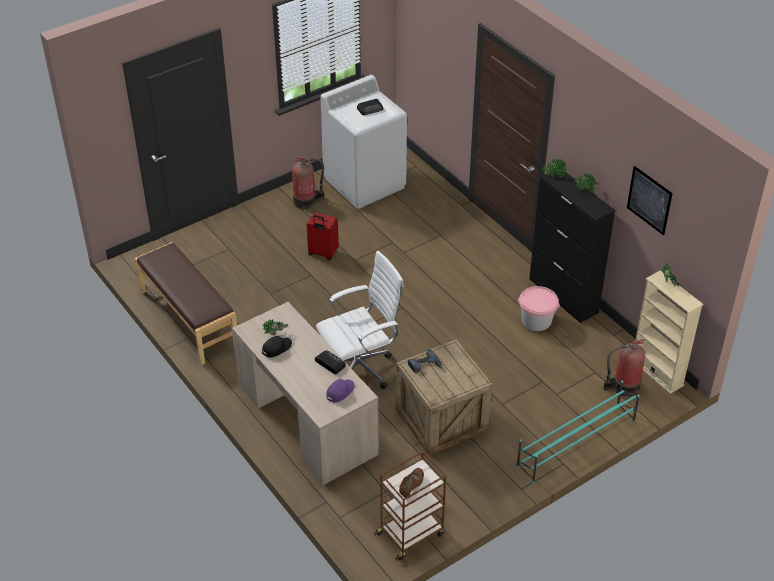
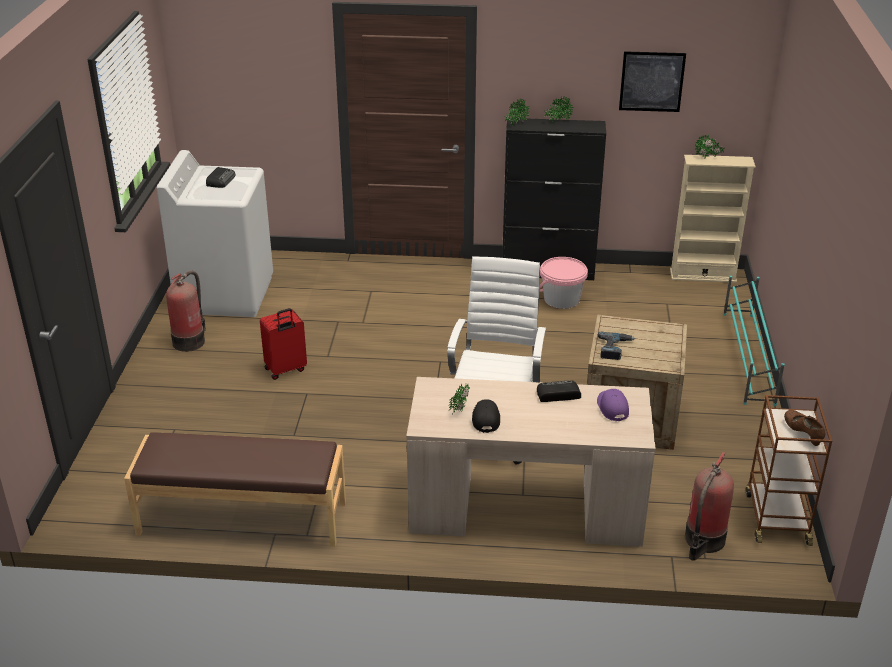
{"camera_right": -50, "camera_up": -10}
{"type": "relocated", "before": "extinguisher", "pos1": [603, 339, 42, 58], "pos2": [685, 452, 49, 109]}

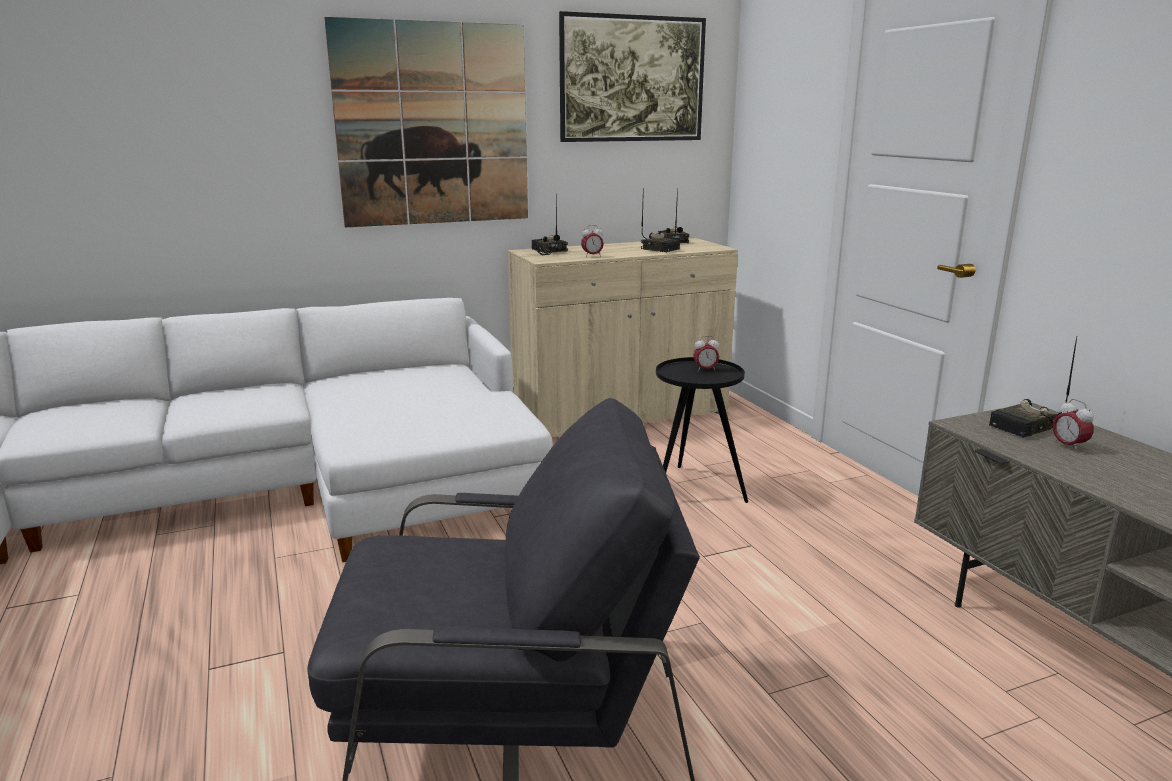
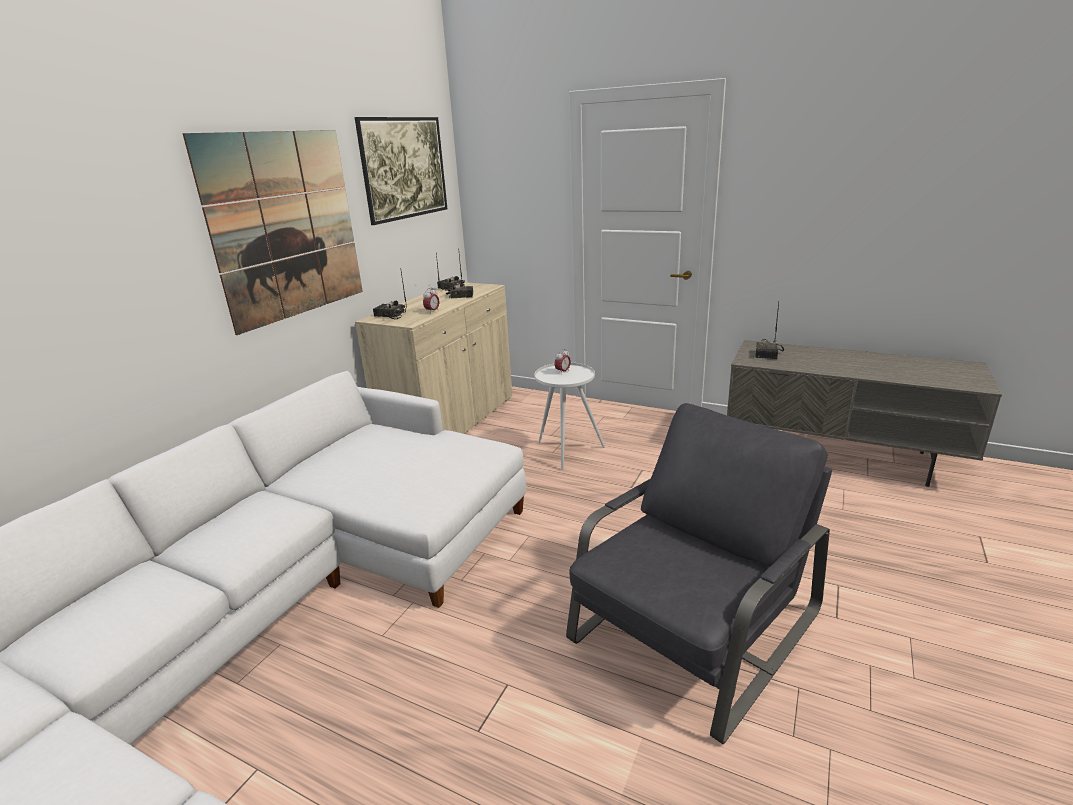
{"camera_right": -40, "camera_up": 5}
{"type": "colour", "before": "side table in black", "after": "side table in white", "pos1": [656, 357, 92, 146], "pos2": [534, 363, 71, 107]}
{"type": "missing", "before": "table clock", "pos1": [1053, 399, 41, 53]}

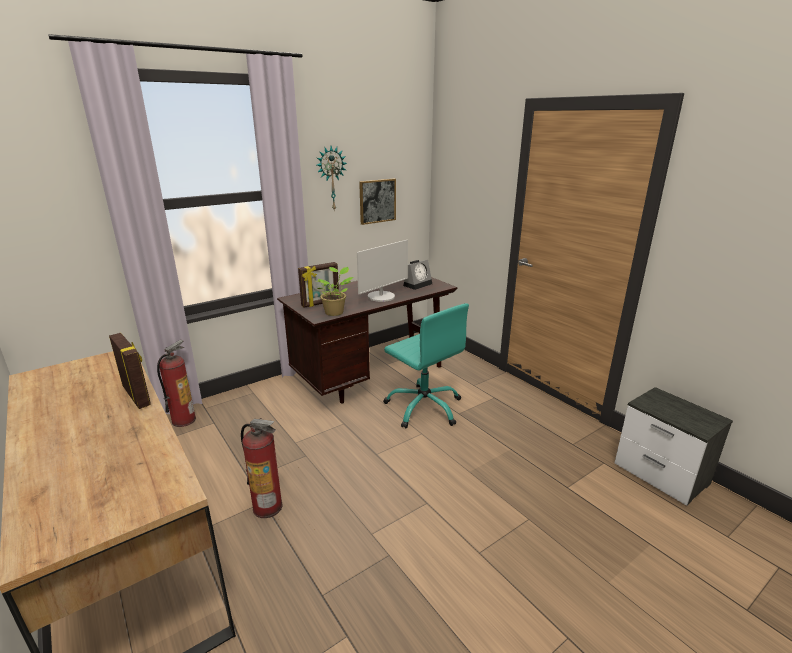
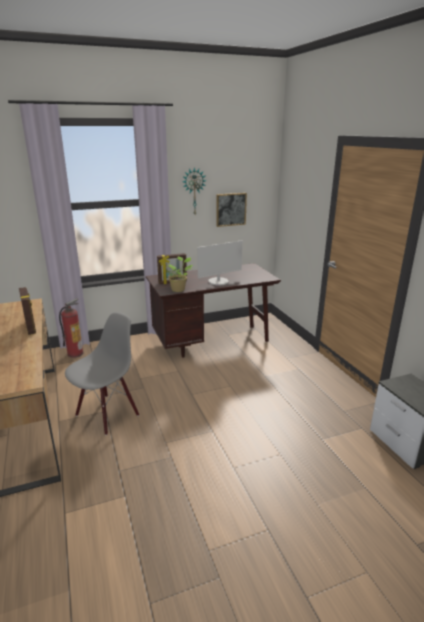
{"camera_right": 15, "camera_up": 0}
{"type": "exchanged", "before": "extinguisher", "after": "upright chair in greyish", "pos1": [241, 418, 41, 100], "pos2": [65, 312, 74, 123]}
{"type": "missing", "before": "desk chair in blue-green", "pos1": [383, 303, 86, 125]}
{"type": "missing", "before": "table clock", "pos1": [403, 260, 29, 30]}

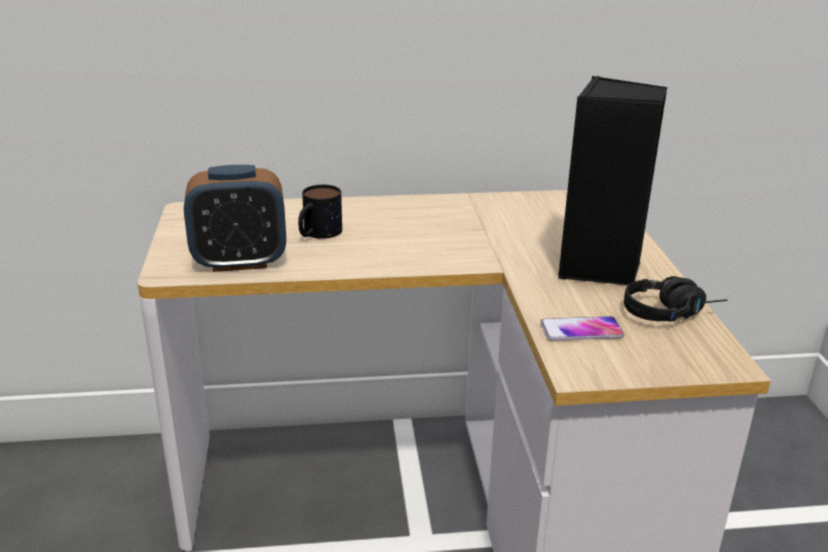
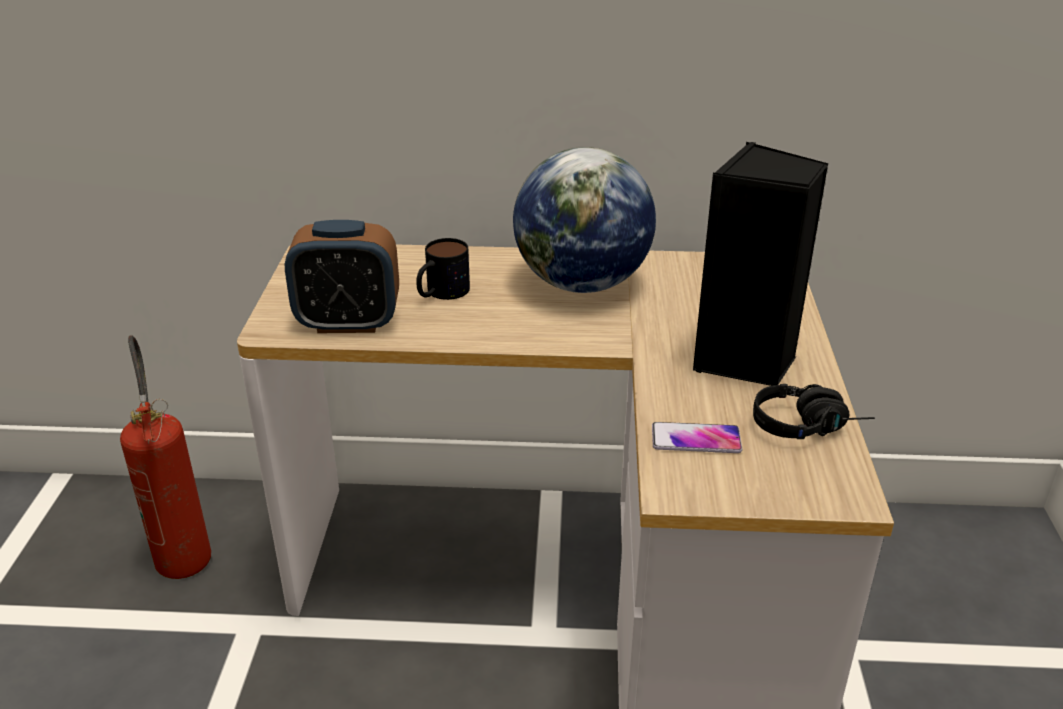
{"camera_right": 10, "camera_up": 5}
{"type": "appeared", "after": "extinguisher", "pos2": [120, 336, 91, 243]}
{"type": "appeared", "after": "desk globe", "pos2": [513, 147, 143, 146]}

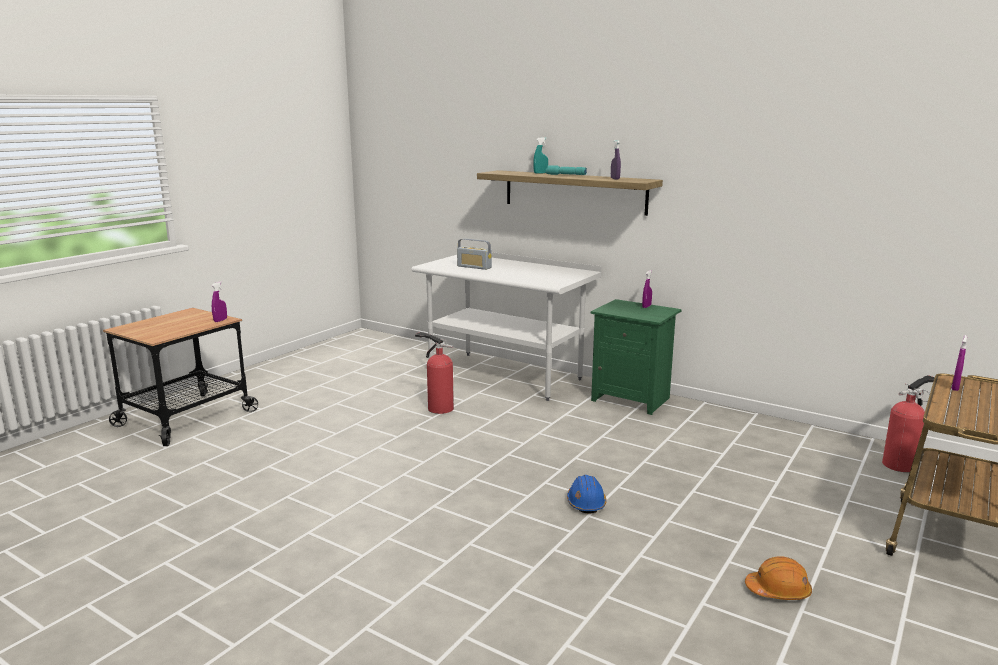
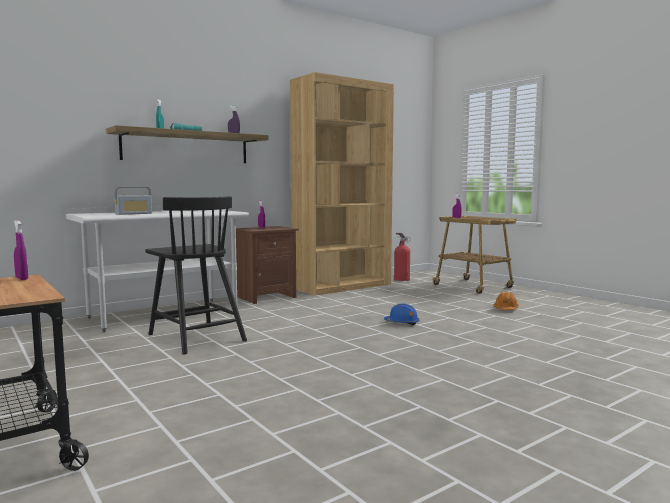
{"camera_right": -70, "camera_up": -10}
{"type": "exchanged", "before": "extinguisher", "after": "upright chair in black", "pos1": [415, 332, 39, 82], "pos2": [145, 196, 102, 158]}
{"type": "colour", "before": "bedside table in greenish", "after": "bedside table in brown", "pos1": [591, 299, 91, 116], "pos2": [236, 226, 63, 78]}
{"type": "appeared", "after": "bookcase in brown", "pos2": [290, 72, 104, 224]}

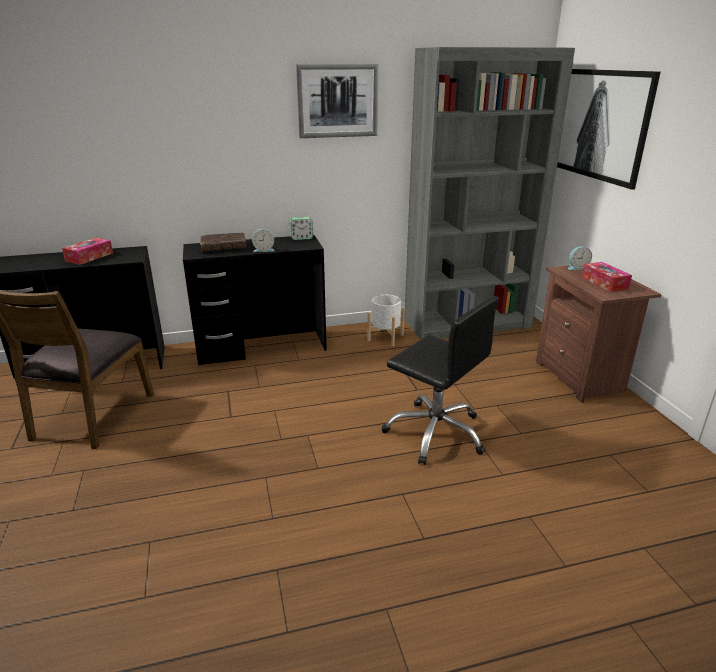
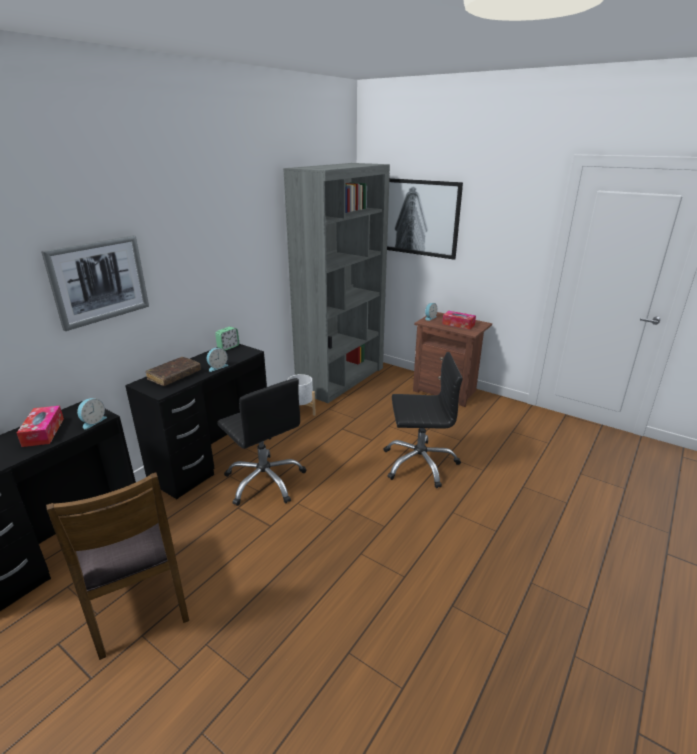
{"camera_right": -40, "camera_up": 0}
{"type": "relocated", "before": "wall picture", "pos1": [296, 64, 82, 74], "pos2": [41, 235, 108, 96]}
{"type": "appeared", "after": "table clock", "pos2": [77, 398, 30, 31]}
{"type": "appeared", "after": "desk chair in black", "pos2": [217, 378, 89, 128]}

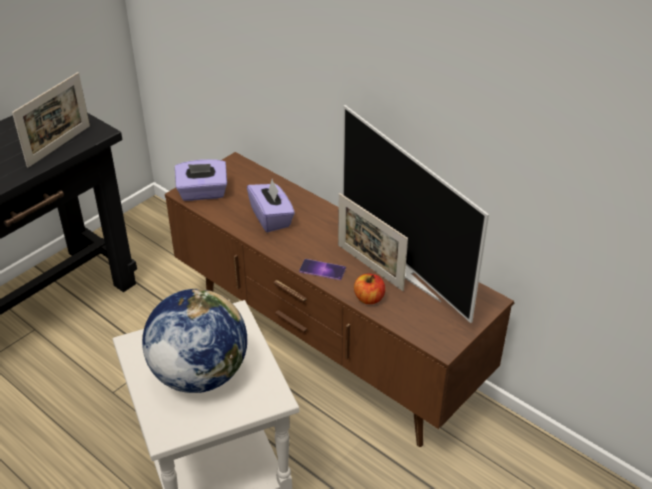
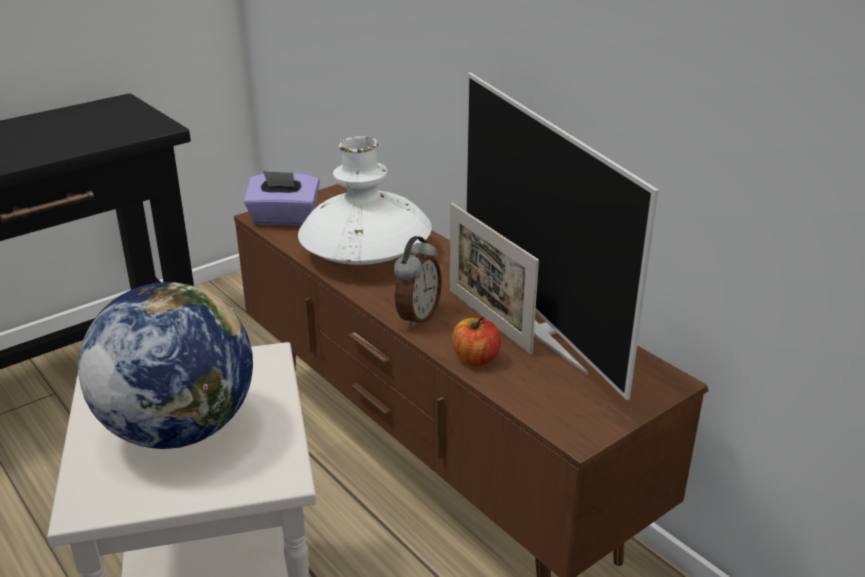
{"camera_right": 10, "camera_up": -10}
{"type": "exchanged", "before": "tissue holder in purple-coloured", "after": "decorative vase in white", "pos1": [247, 179, 48, 53], "pos2": [298, 136, 134, 129]}
{"type": "exchanged", "before": "handset", "after": "table clock", "pos1": [299, 259, 47, 21], "pos2": [394, 236, 48, 92]}
{"type": "missing", "before": "picture frame", "pos1": [12, 72, 78, 96]}

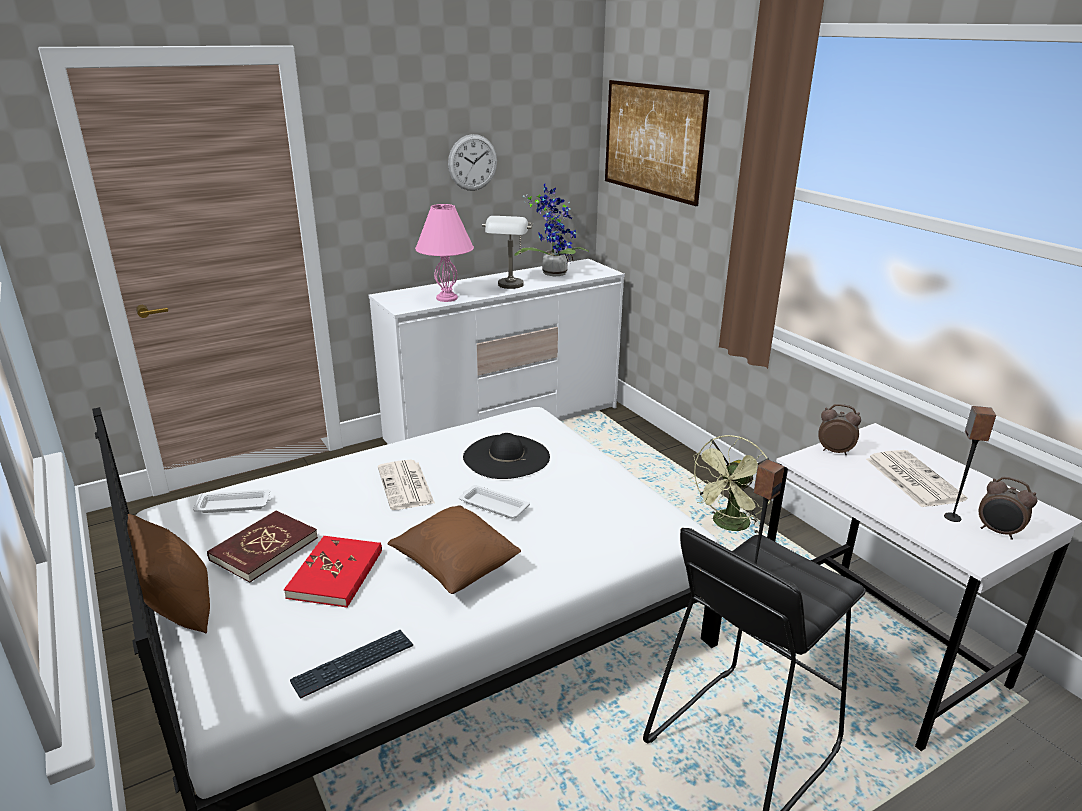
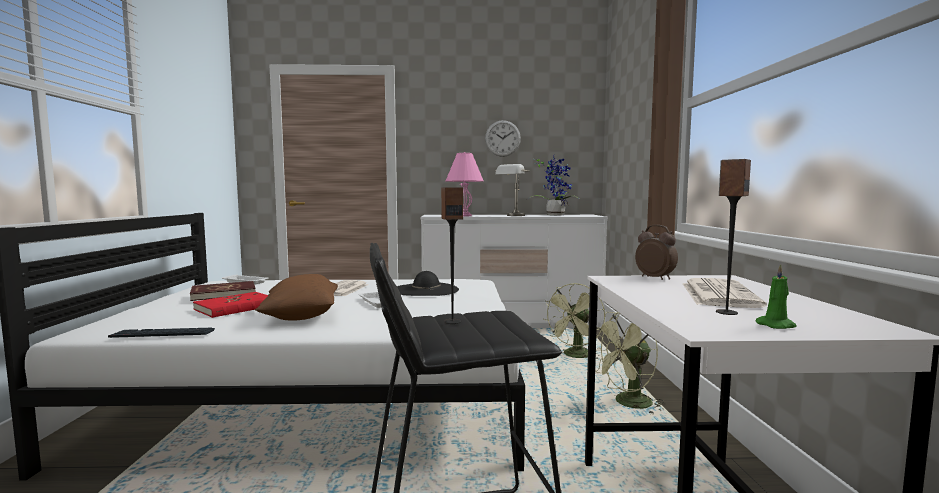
{"camera_right": 30, "camera_up": -20}
{"type": "appeared", "after": "cooling fan in greenish", "pos2": [543, 283, 62, 76]}
{"type": "exchanged", "before": "table clock", "after": "candle in greenish", "pos1": [979, 477, 58, 63], "pos2": [755, 264, 42, 65]}
{"type": "missing", "before": "cushion in brown", "pos1": [127, 514, 83, 120]}
{"type": "missing", "before": "wall picture", "pos1": [605, 80, 104, 126]}

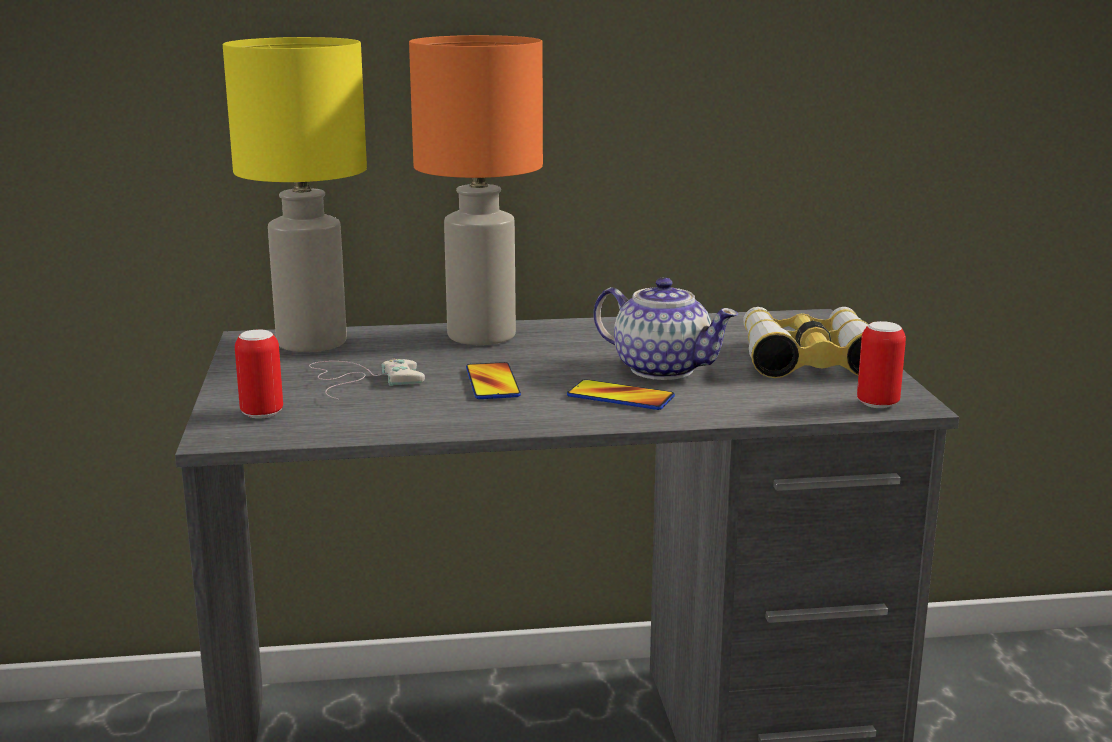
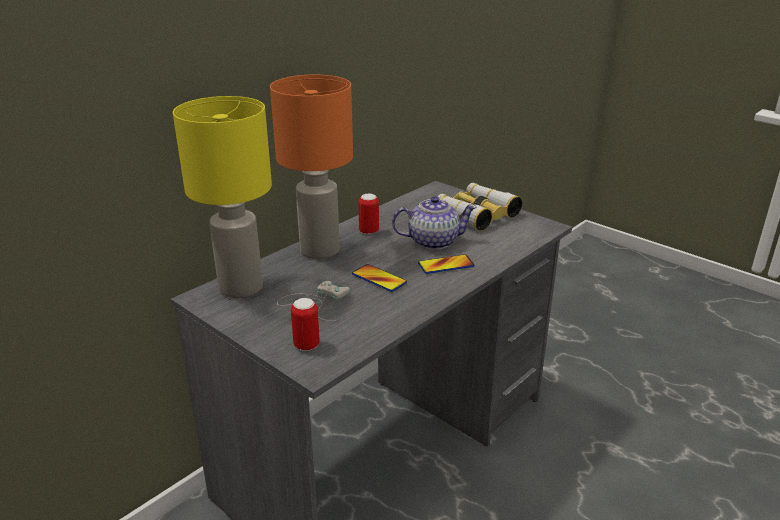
{"camera_right": -40, "camera_up": 10}
{"type": "relocated", "before": "metal can", "pos1": [857, 321, 49, 87], "pos2": [358, 194, 21, 41]}

